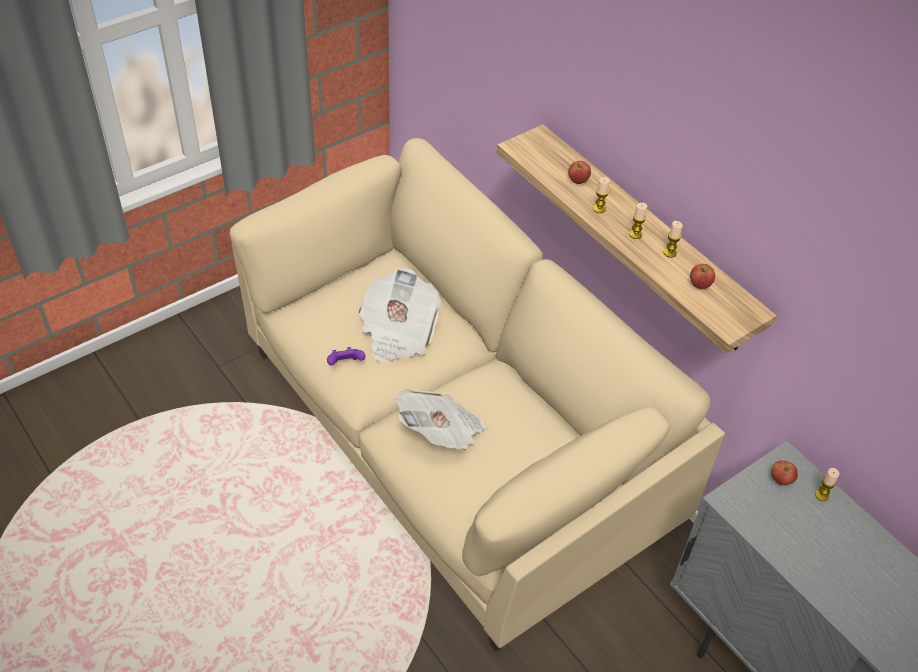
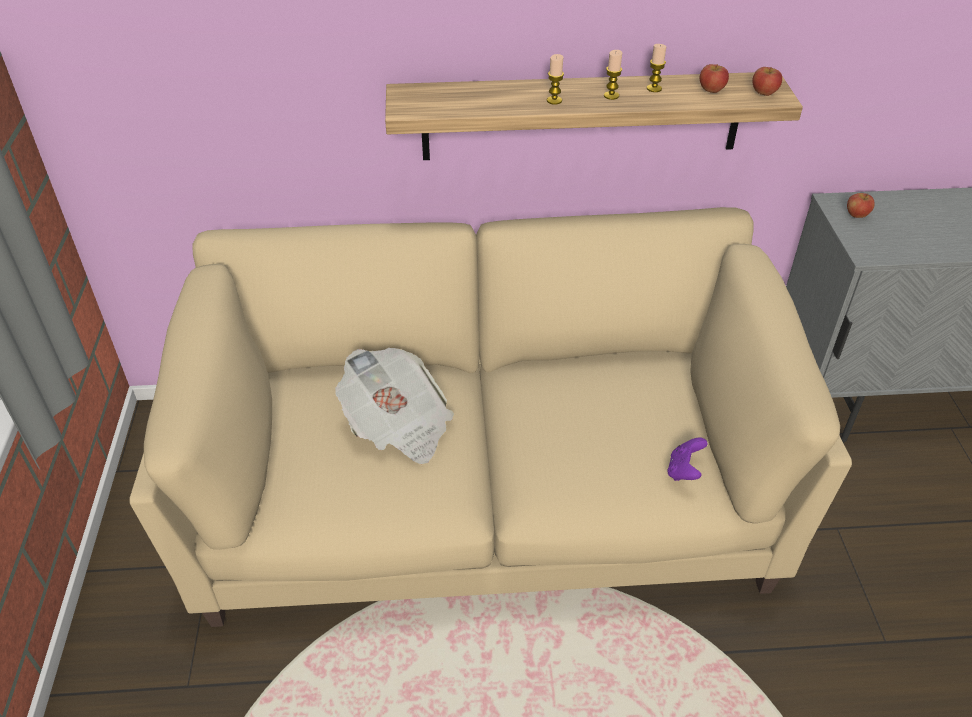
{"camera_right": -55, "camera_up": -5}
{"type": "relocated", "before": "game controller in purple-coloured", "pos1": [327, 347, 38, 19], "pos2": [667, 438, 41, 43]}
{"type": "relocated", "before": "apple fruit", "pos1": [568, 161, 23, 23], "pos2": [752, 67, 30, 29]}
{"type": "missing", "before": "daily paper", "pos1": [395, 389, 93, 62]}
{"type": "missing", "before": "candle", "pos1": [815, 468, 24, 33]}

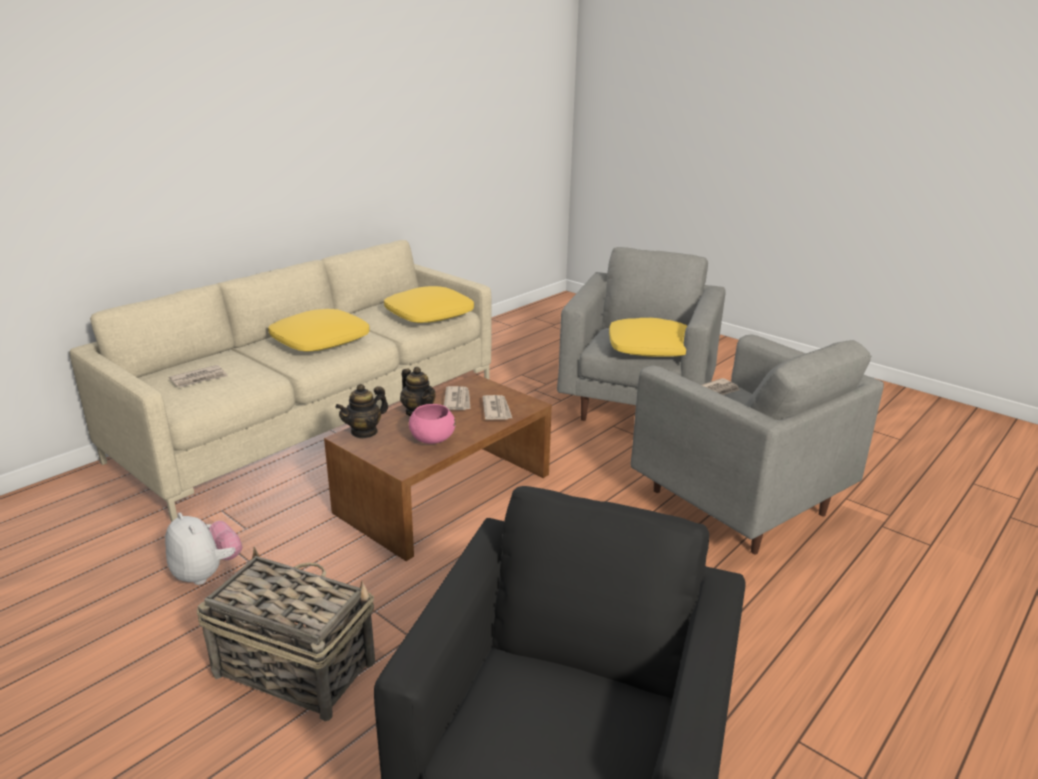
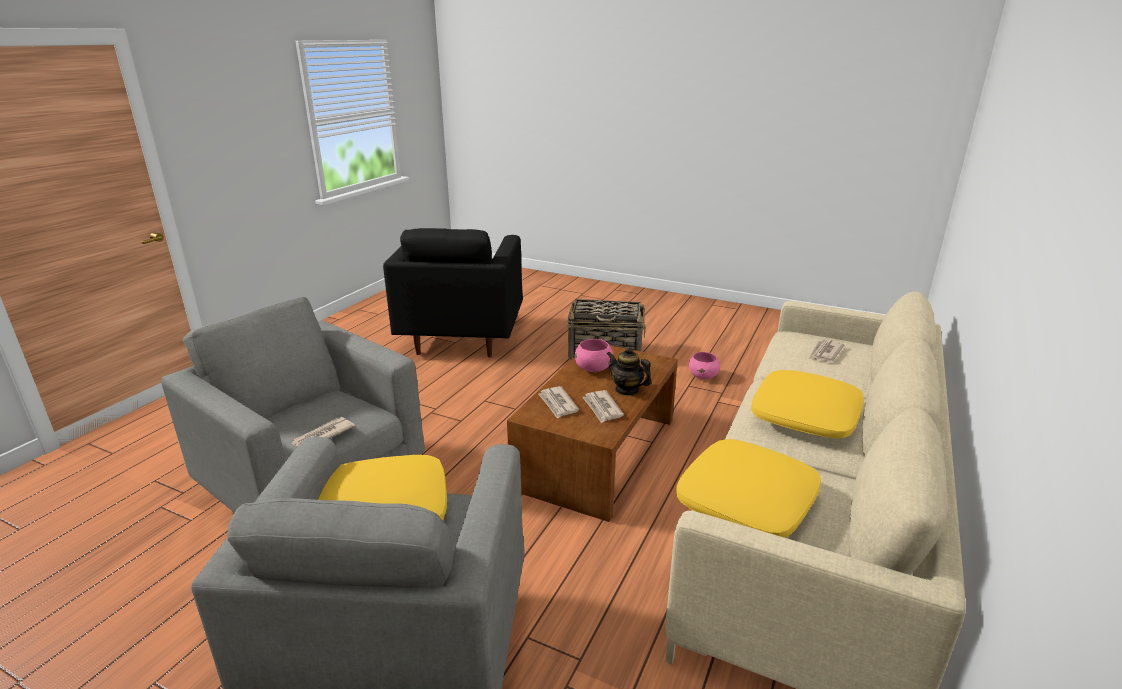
{"camera_right": 165, "camera_up": 0}
{"type": "exchanged", "before": "plush toy", "after": "deep dish in pink", "pos1": [165, 513, 77, 72], "pos2": [689, 352, 31, 27]}
{"type": "missing", "before": "tea pot", "pos1": [336, 384, 52, 55]}

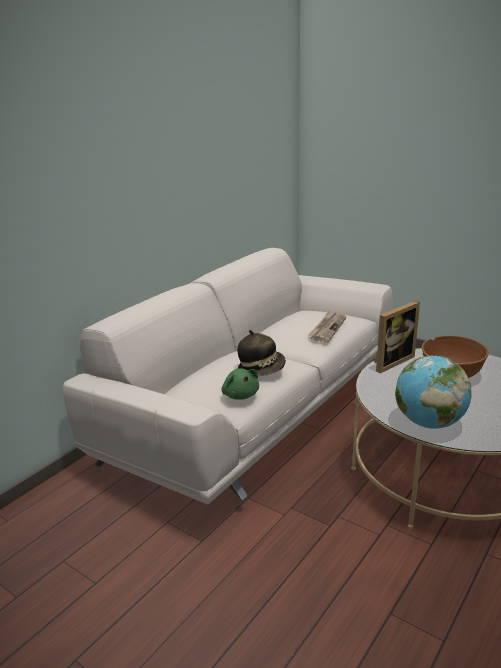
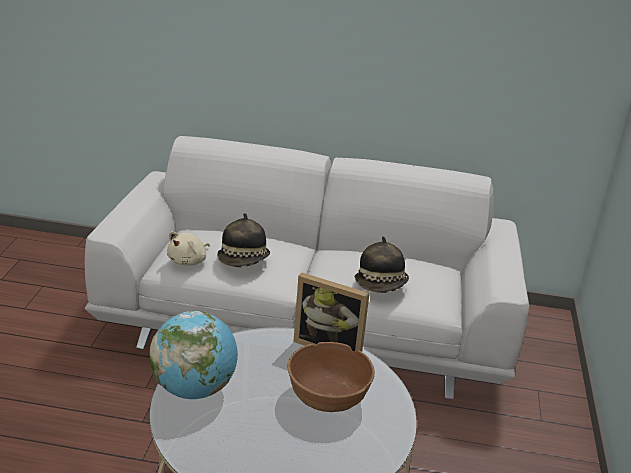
{"camera_right": 60, "camera_up": 5}
{"type": "colour", "before": "plush toy in greenish", "after": "plush toy in beige-coloured", "pos1": [222, 368, 37, 32], "pos2": [167, 231, 43, 35]}
{"type": "exchanged", "before": "daily paper", "after": "hat", "pos1": [308, 310, 38, 32], "pos2": [354, 237, 55, 56]}

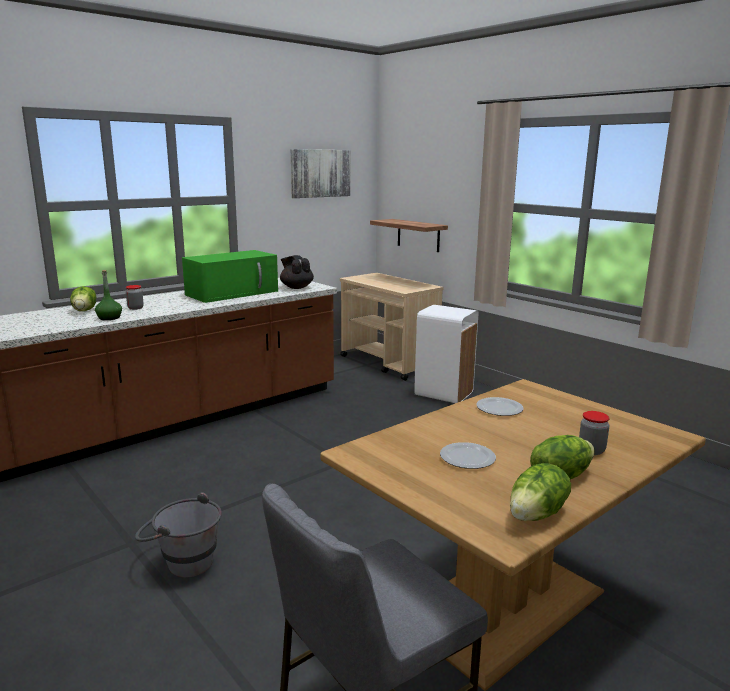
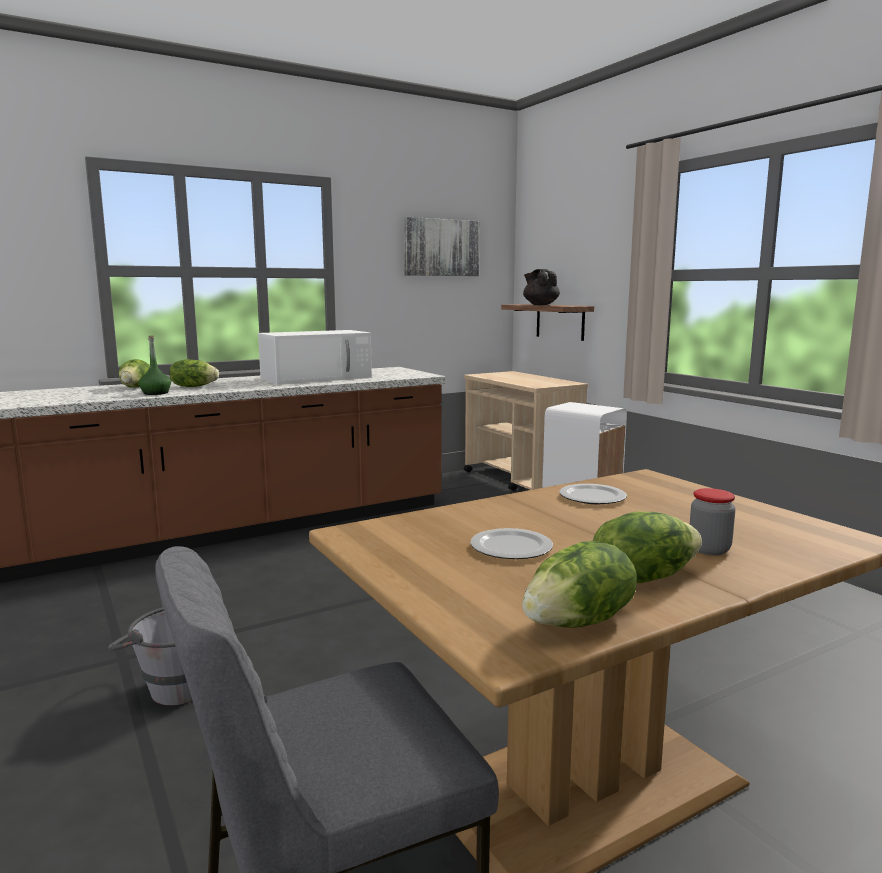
{"camera_right": 10, "camera_up": -5}
{"type": "exchanged", "before": "preserve jar", "after": "lettuce", "pos1": [126, 285, 18, 25], "pos2": [169, 359, 50, 28]}
{"type": "colour", "before": "kitchen microwave in greenish", "after": "kitchen microwave in white", "pos1": [182, 250, 96, 53], "pos2": [258, 330, 114, 54]}
{"type": "relocated", "before": "tea pot in black", "pos1": [280, 255, 34, 34], "pos2": [523, 269, 37, 36]}

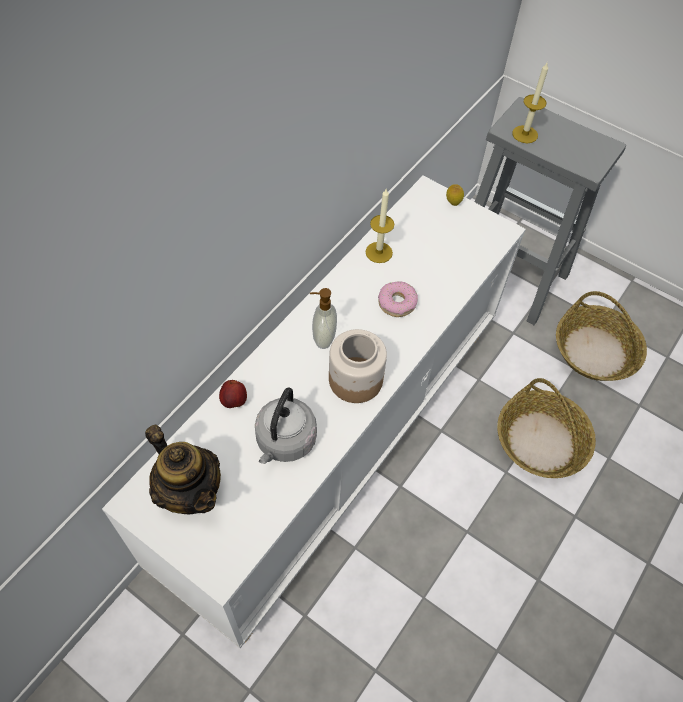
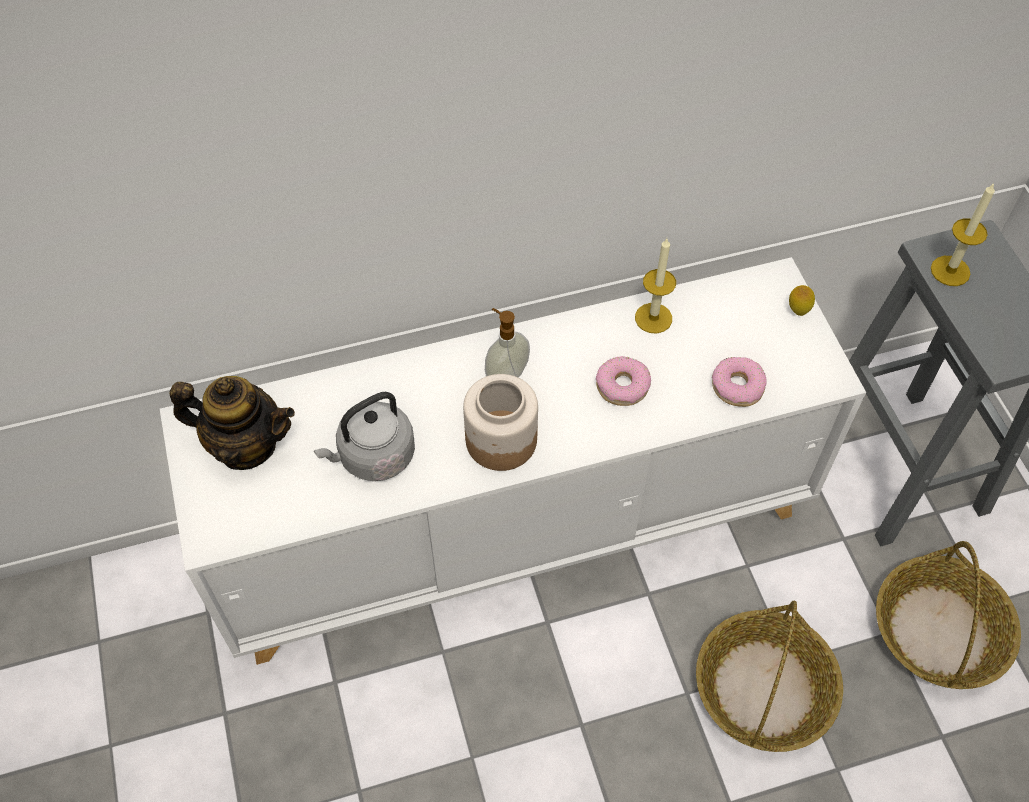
{"camera_right": 40, "camera_up": 0}
{"type": "spun", "before": "tea pot", "pos1": [145, 425, 76, 90], "pos2": [170, 376, 125, 94], "turn": -75}
{"type": "appeared", "after": "ring doughnut", "pos2": [712, 357, 55, 50]}
{"type": "missing", "before": "apple fruit", "pos1": [219, 380, 28, 28]}

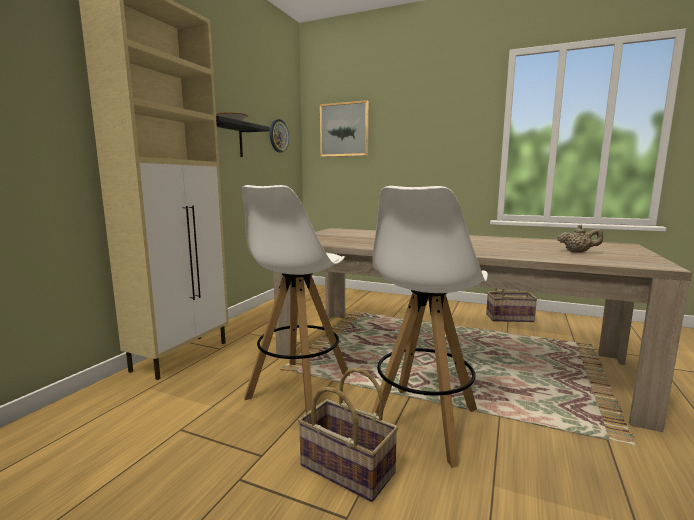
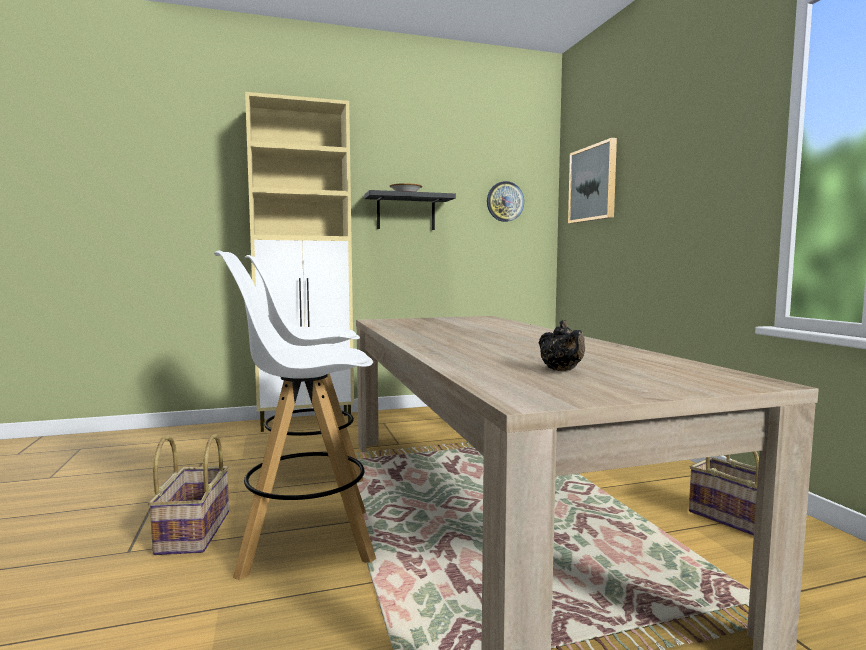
{"camera_right": 50, "camera_up": -5}
{"type": "colour", "before": "tea pot in beige-coloured", "after": "tea pot in black", "pos1": [557, 225, 46, 28], "pos2": [539, 320, 46, 51]}

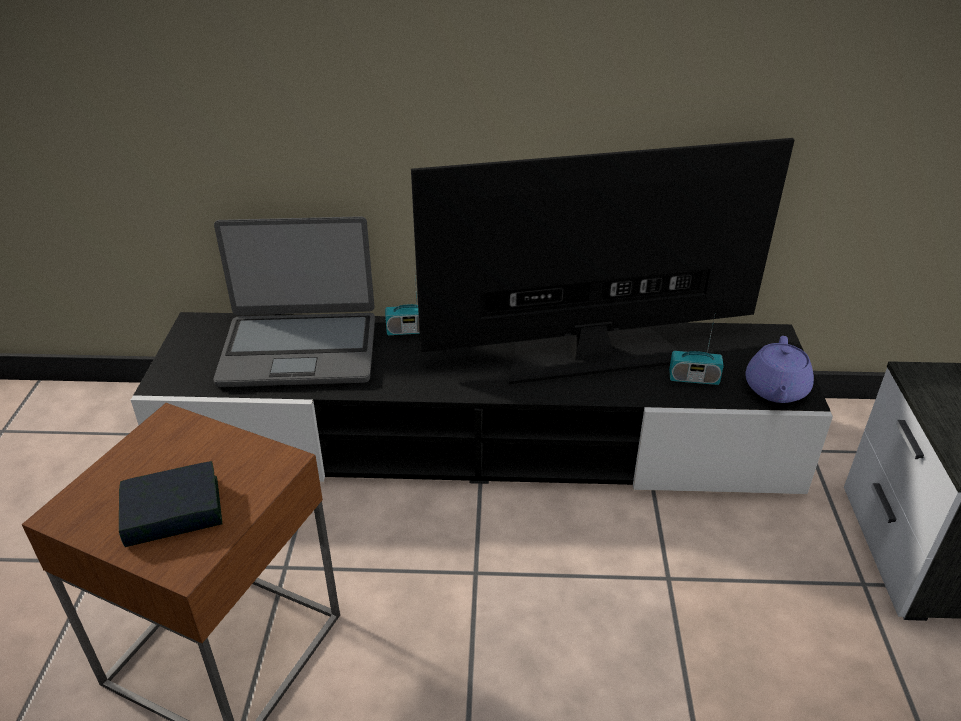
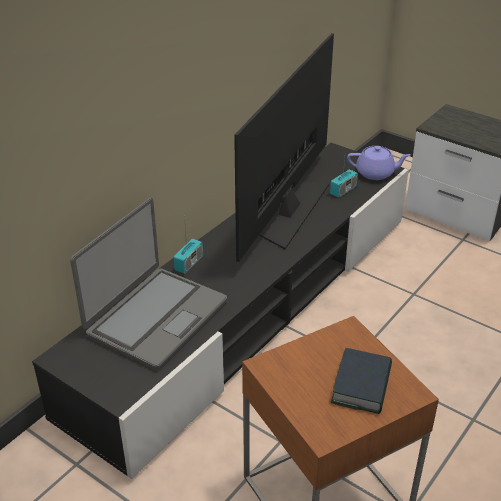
{"camera_right": -55, "camera_up": 0}
{"type": "spun", "before": "tea pot in purple-coloured", "pos1": [745, 336, 69, 67], "pos2": [347, 146, 64, 34], "turn": -45}

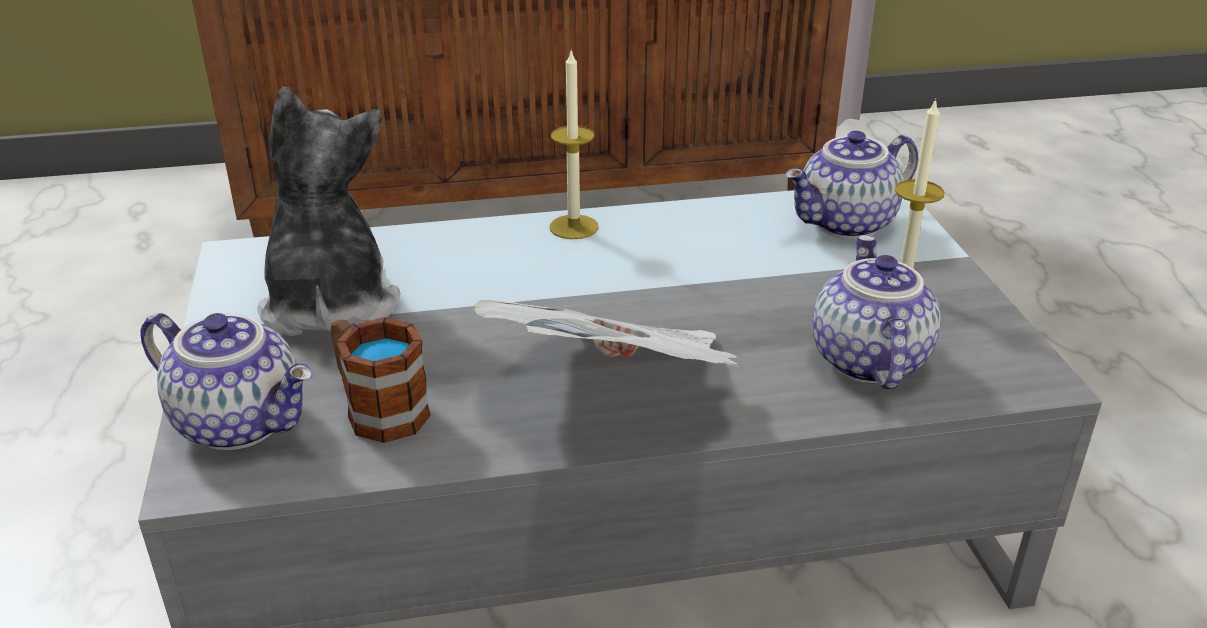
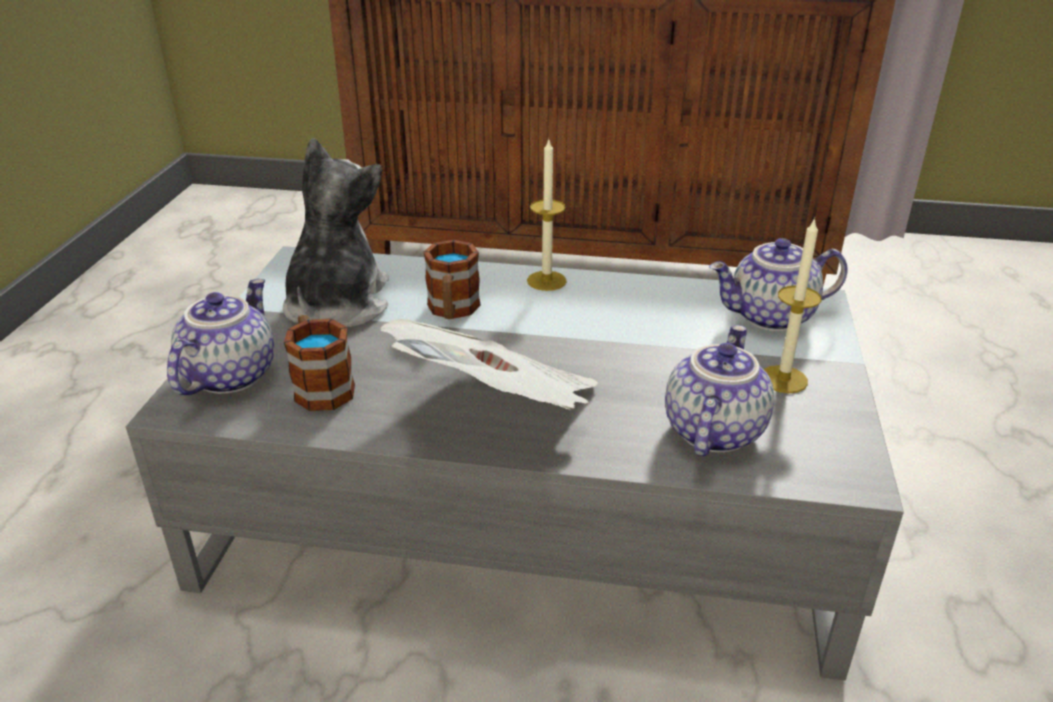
{"camera_right": 20, "camera_up": 0}
{"type": "spun", "before": "tea pot", "pos1": [140, 313, 173, 137], "pos2": [167, 279, 107, 116], "turn": -120}
{"type": "appeared", "after": "coffee mug", "pos2": [424, 240, 57, 79]}

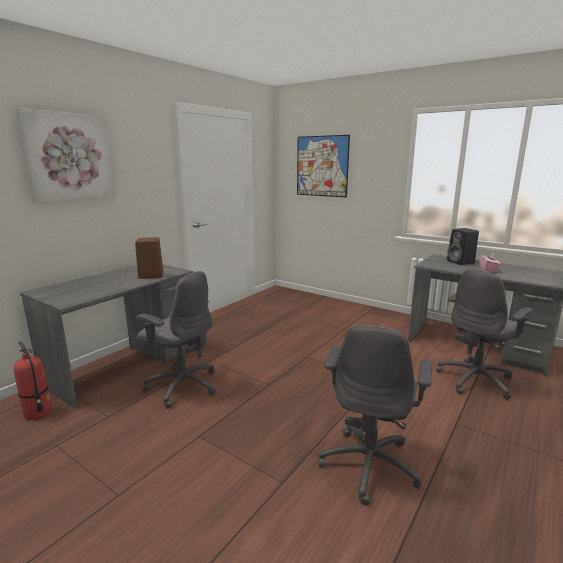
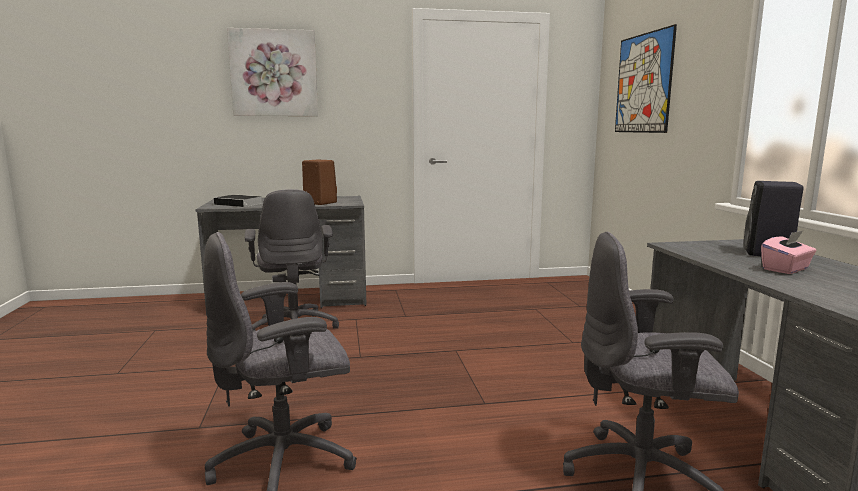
{"camera_right": 45, "camera_up": -5}
{"type": "appeared", "after": "bound book", "pos2": [214, 195, 49, 12]}
{"type": "missing", "before": "extinguisher", "pos1": [14, 341, 38, 79]}

